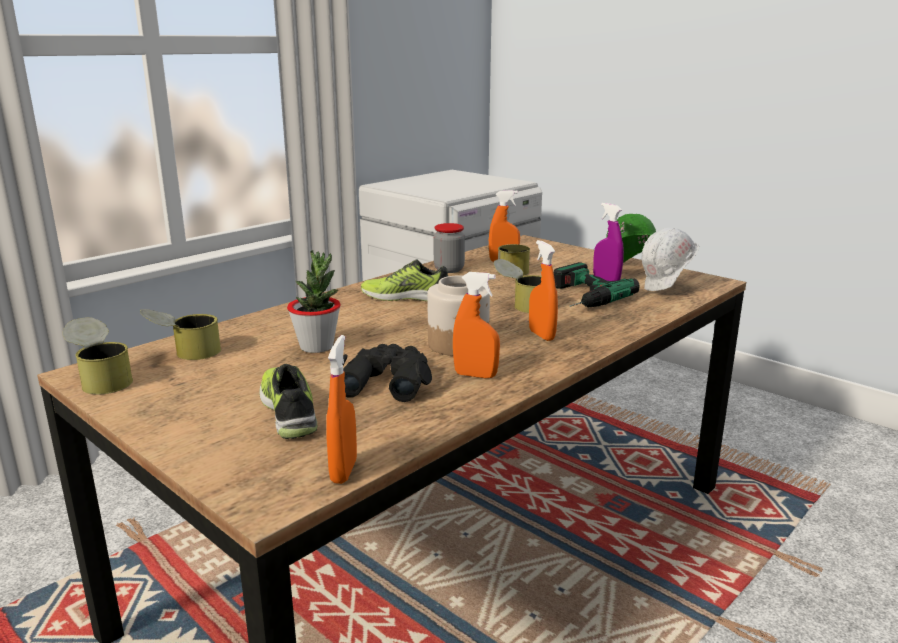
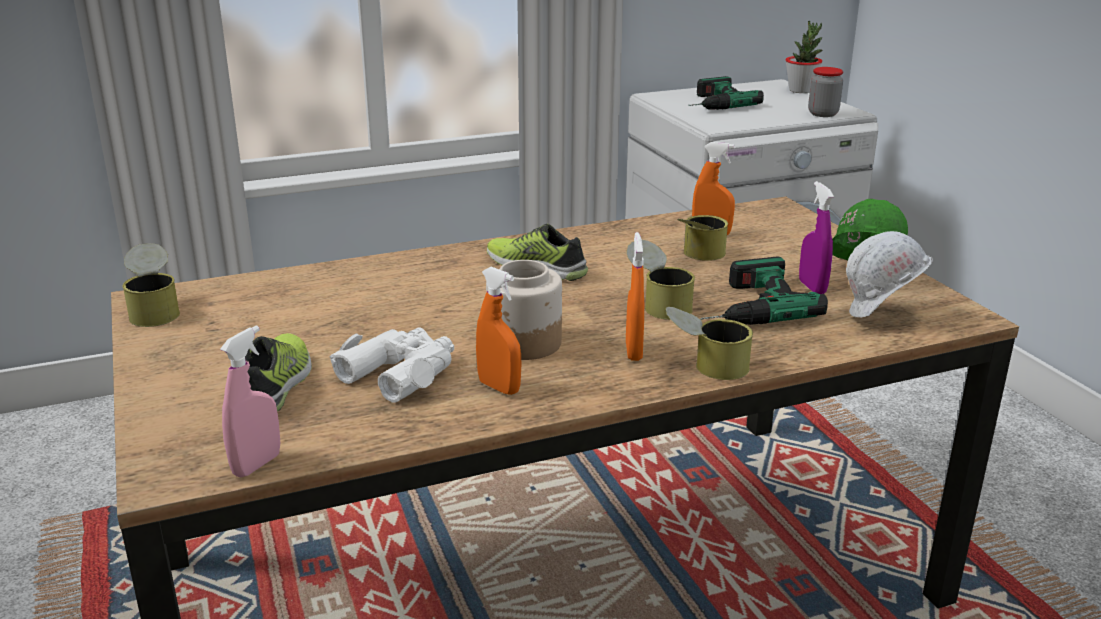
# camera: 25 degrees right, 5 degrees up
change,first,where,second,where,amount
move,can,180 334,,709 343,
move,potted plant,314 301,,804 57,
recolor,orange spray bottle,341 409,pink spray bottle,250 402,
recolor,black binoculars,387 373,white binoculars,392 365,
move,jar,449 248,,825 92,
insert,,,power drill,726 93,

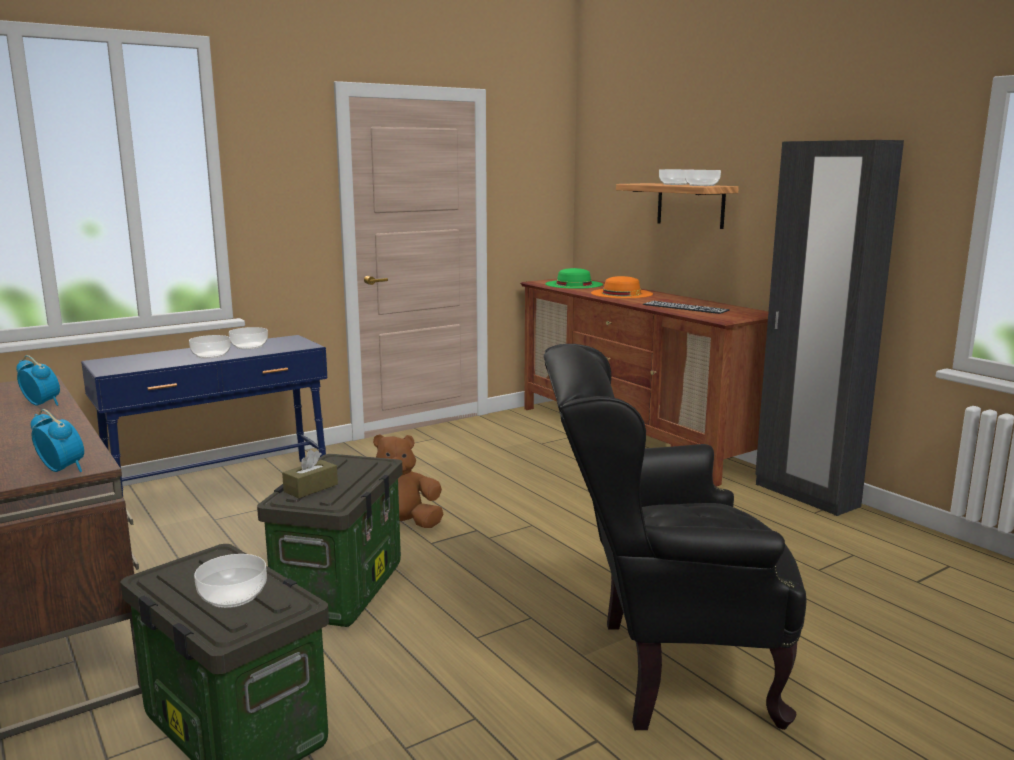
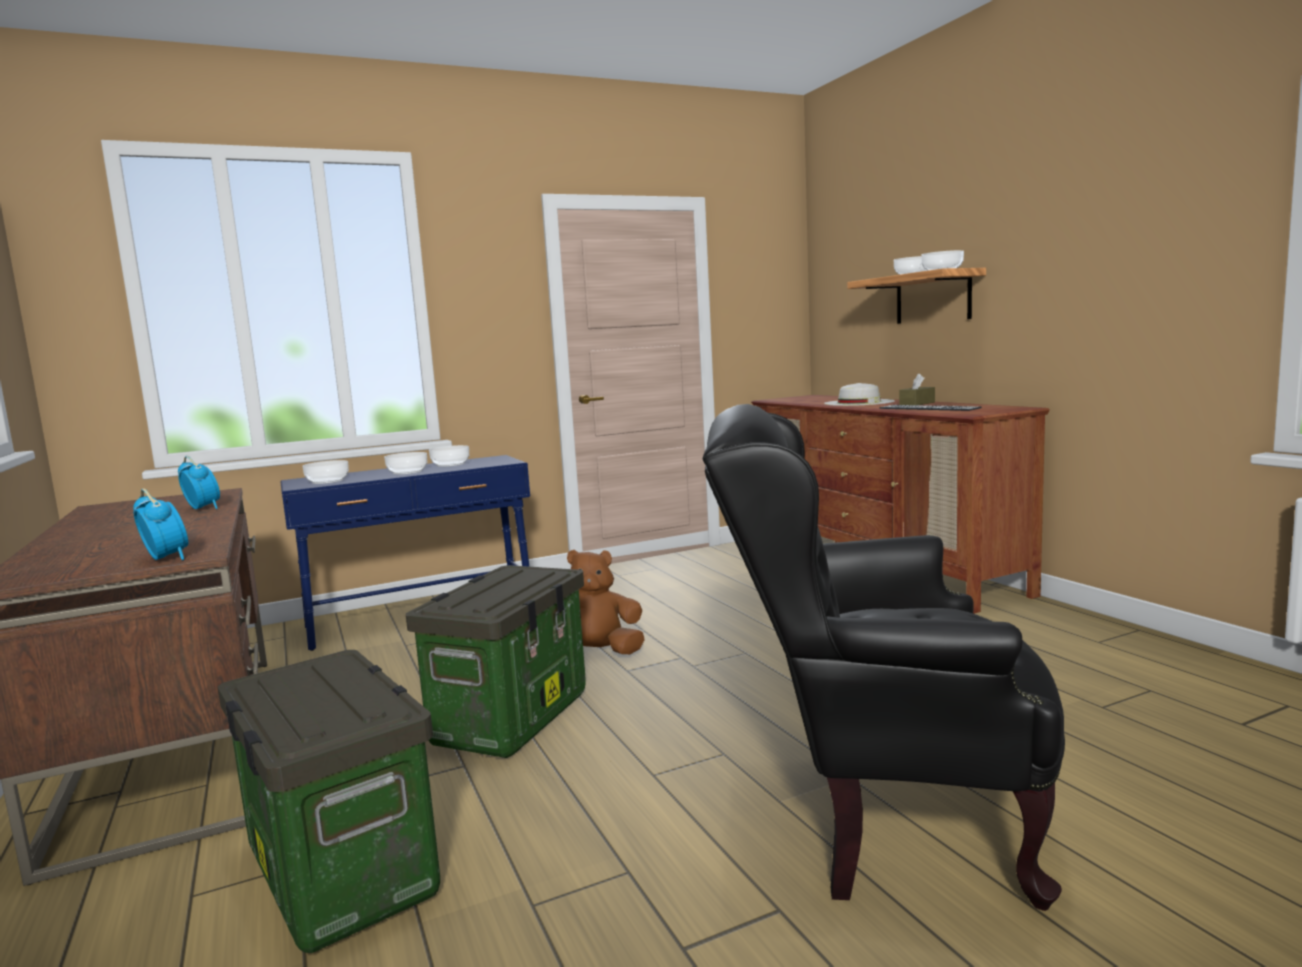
# camera: 10 degrees right, 5 degrees down
change,first,where,second,where,amount
move,bowl,230 581,,326 472,
move,brown tissue box,310 474,,917 389,
delete,green hat,574 278,,,
recolor,orange hat,622 287,white hat,859 394,
delete,black wardrobe,829 328,,,

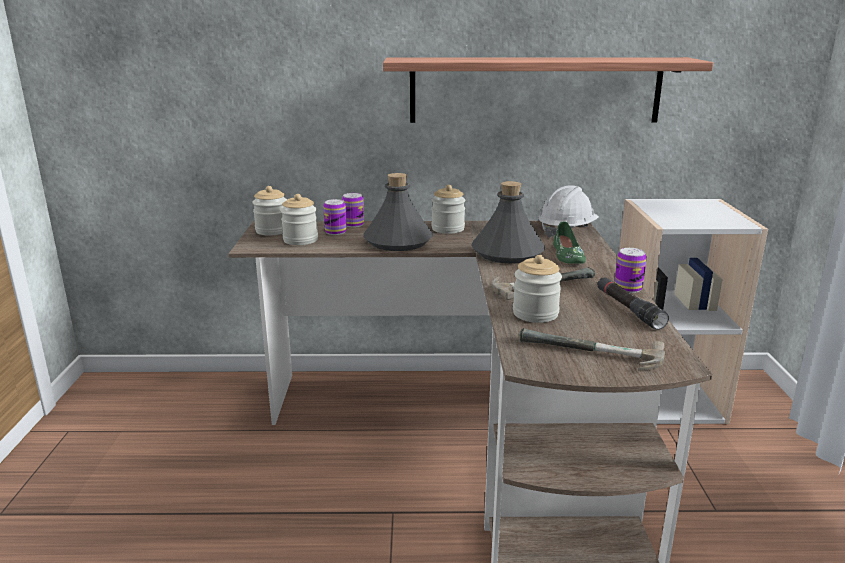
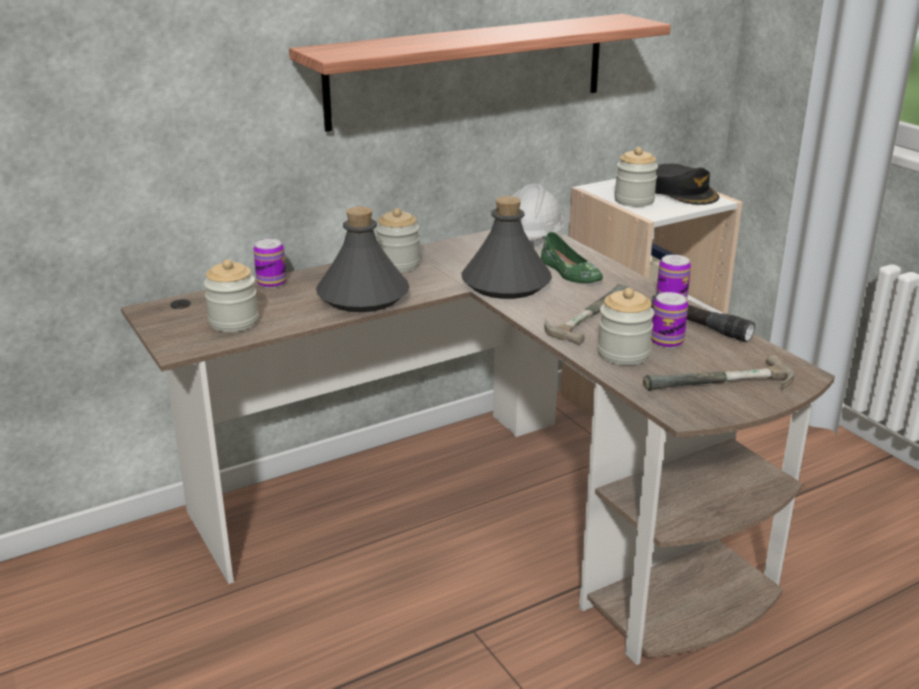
# camera: 30 degrees left, 5 degrees up
change,first,where,second,where,amount
move,jar,269 210,,636 177,
move,can,335 217,,669 320,
insert,,,black cap,687 184,

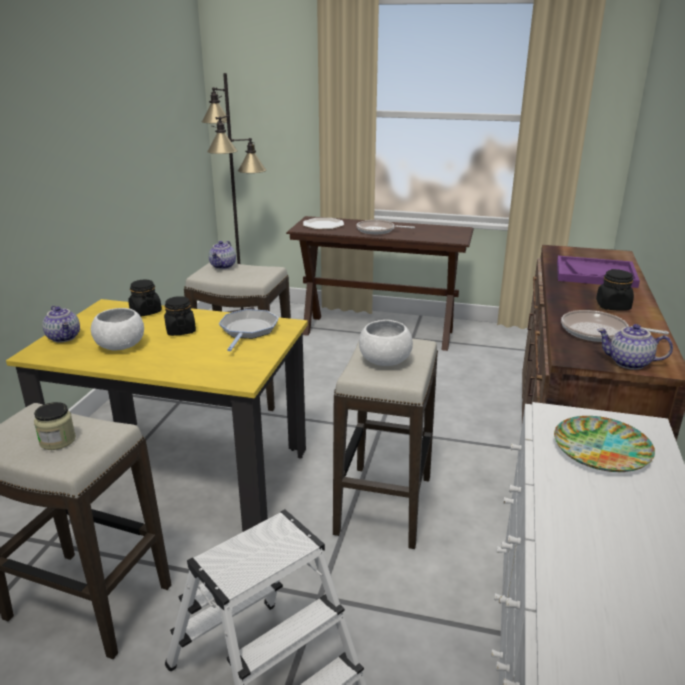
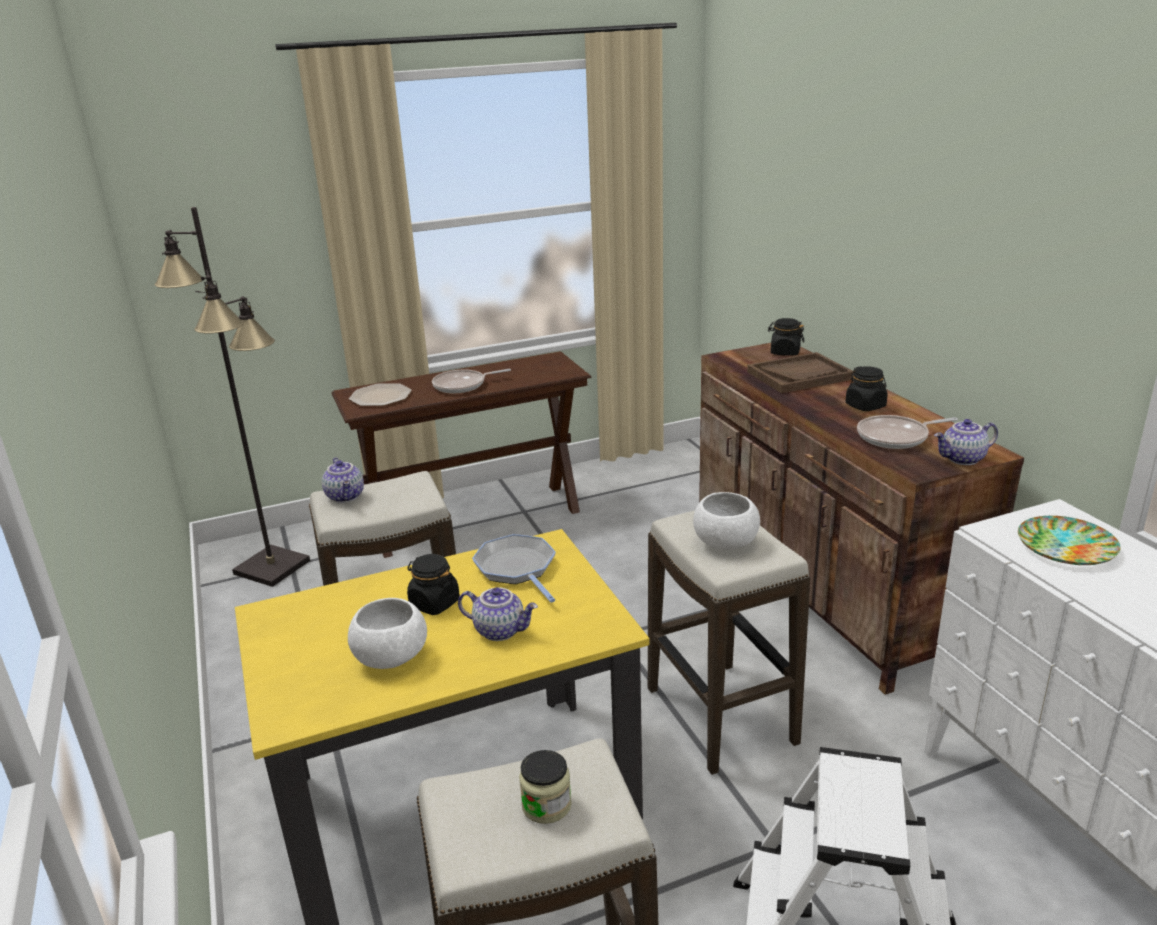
# camera: 35 degrees left, 0 degrees up
change,first,where,second,where,amount
move,teapot,61 324,,498 614,
move,black jar,145 298,,786 337,
recolor,purple tray,598 272,brown tray,800 372,

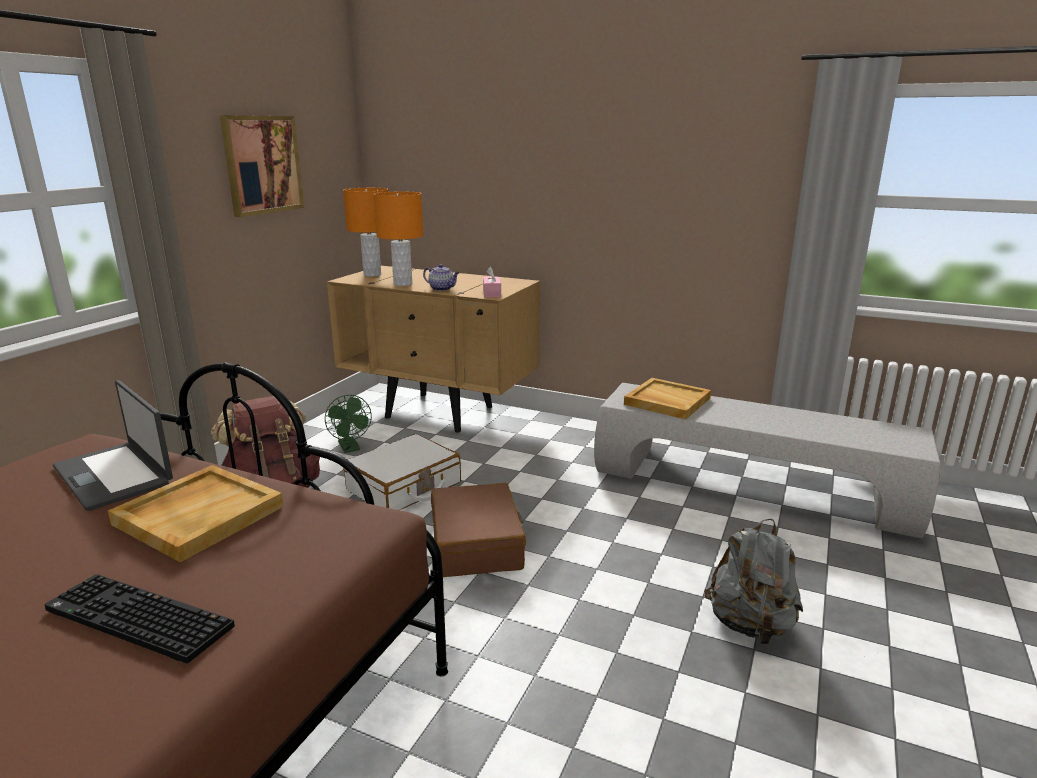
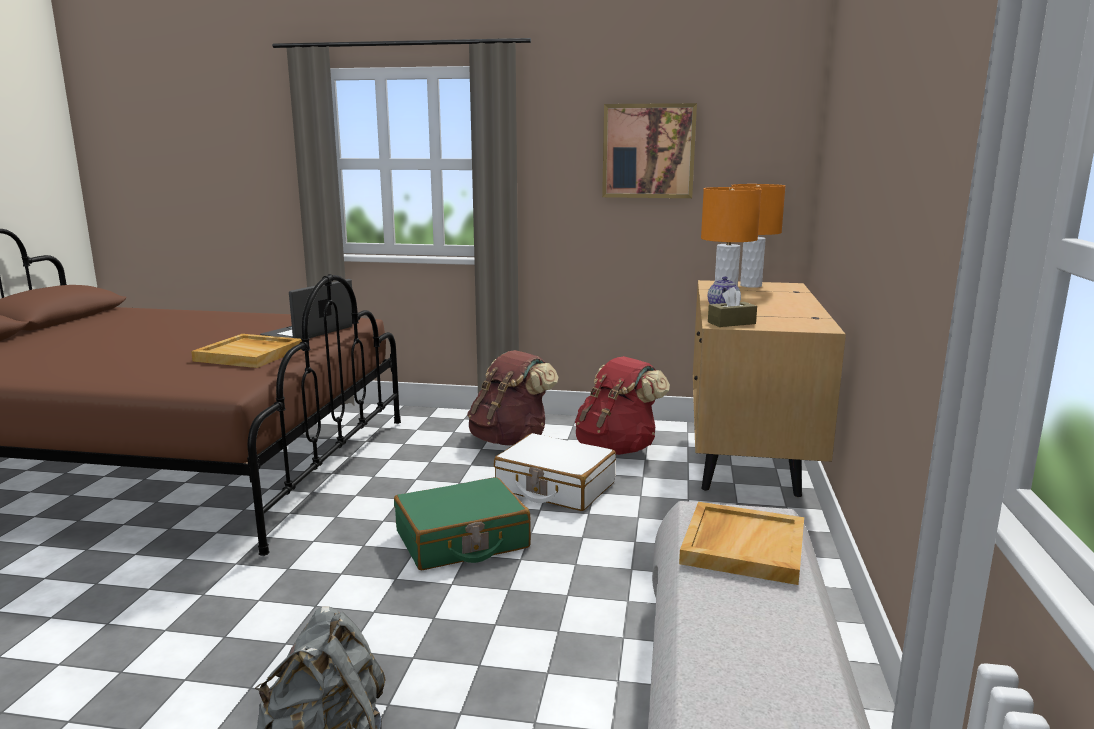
# camera: 75 degrees right, 5 degrees down
change,first,where,second,where,amount
delete,keyboard,139 618,,,
replace,green fan,348 424,red backpack,622 405,
recolor,brown suitcase,478 530,green suitcase,462 523,
recolor,pink tissue box,492 282,brown tissue box,732 307,

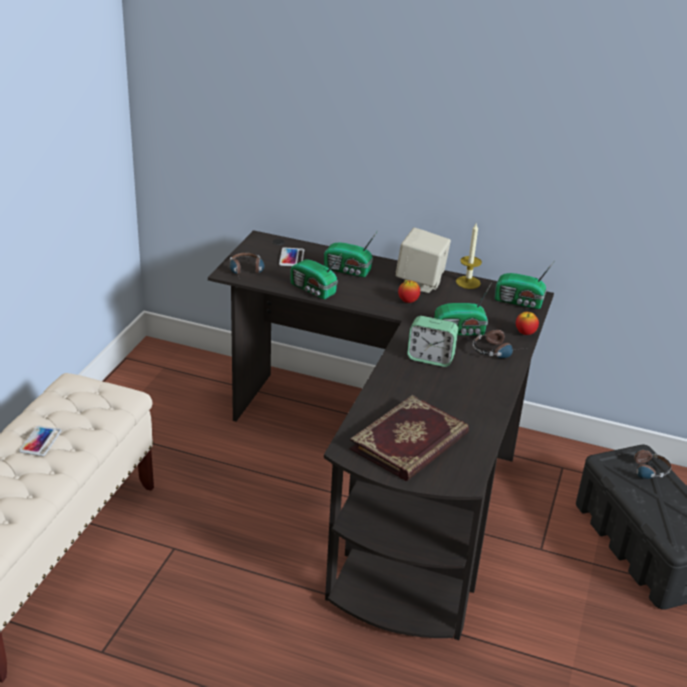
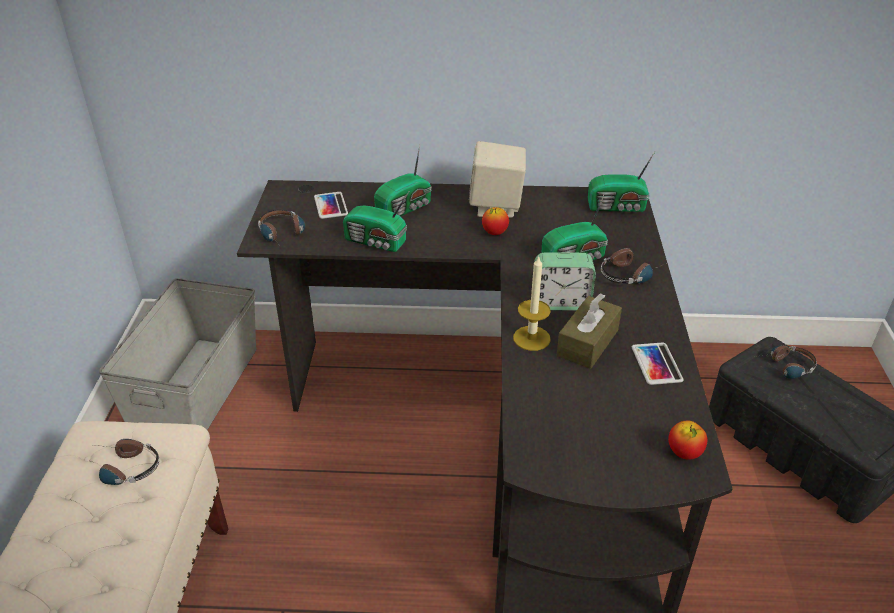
# camera: 15 degrees left, 5 degrees up
change,first,where,second,where,amount
move,phone,40 440,,658 363,
rotate,radio,351 254,,403 180,45 degrees counterclockwise
delete,book,409 438,,,
move,candle,469 256,,532 303,
move,apple,527 323,,687 440,
insert,,,headphones,125 462,
insert,,,grey storage box,177 354,
insert,,,brown tissue box,589 331,

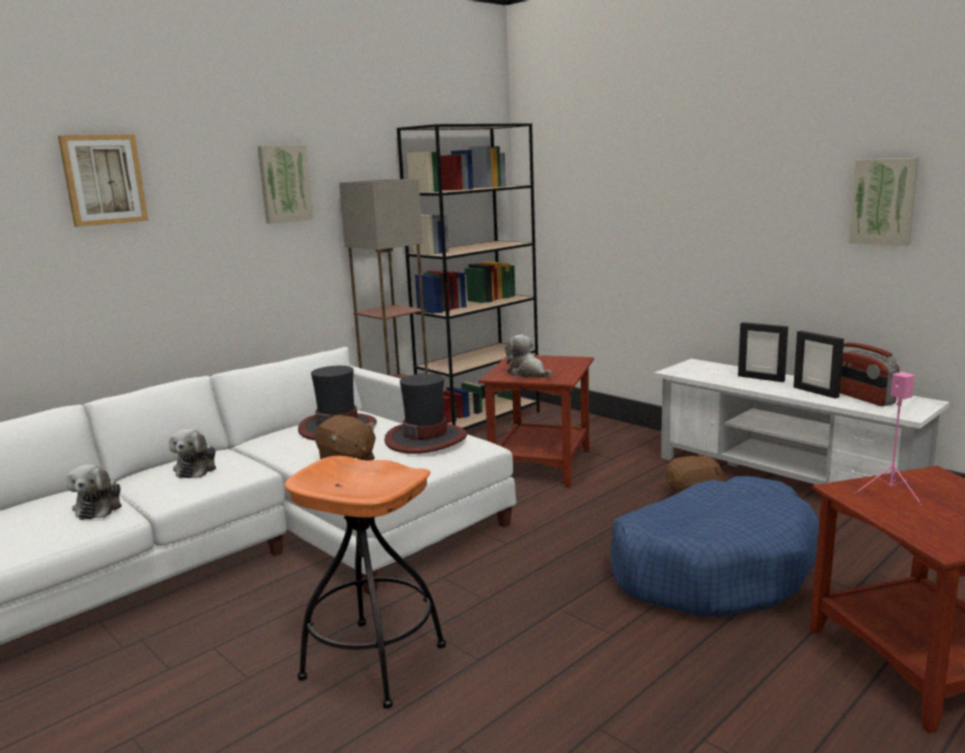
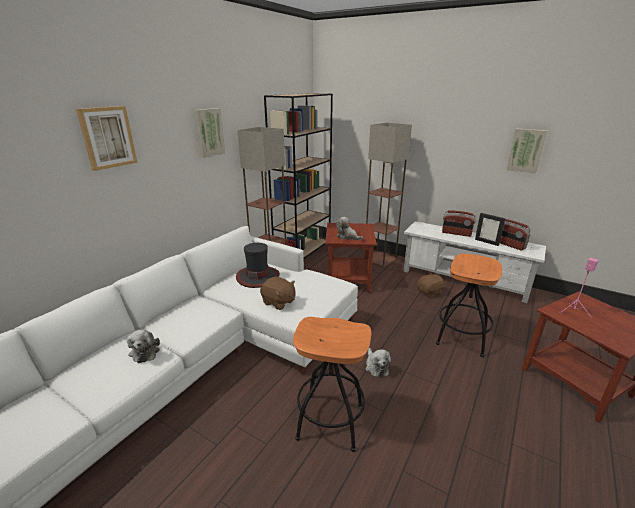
# camera: 15 degrees left, 10 degrees up
change,first,where,second,where,amount
move,plush toy,192 453,,378 362,
delete,hat,425 413,,,
replace,blue dog bed,714 546,orange stool,469 305,
replace,picture frame,763 352,radio,459 224,
insert,,,floor lamp,388 195,

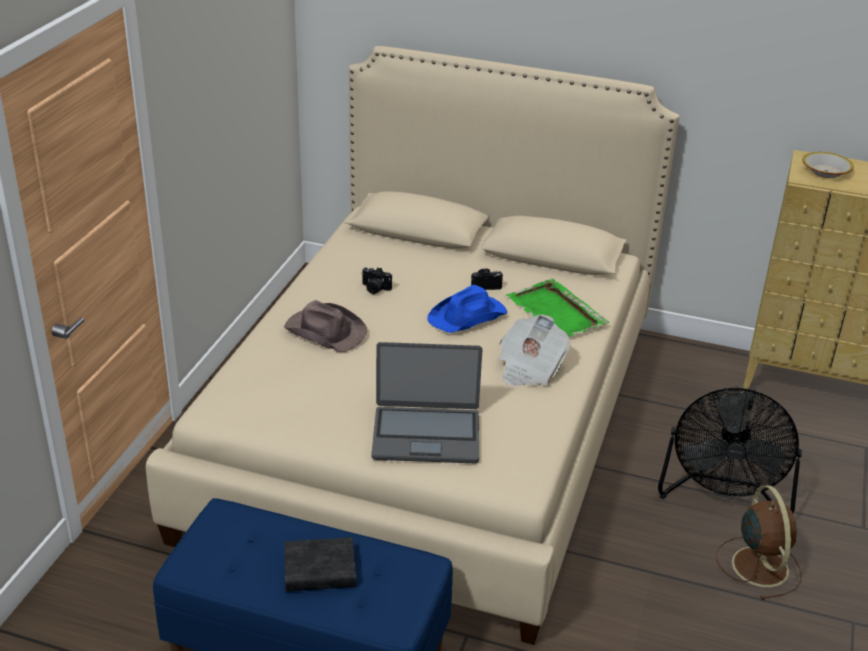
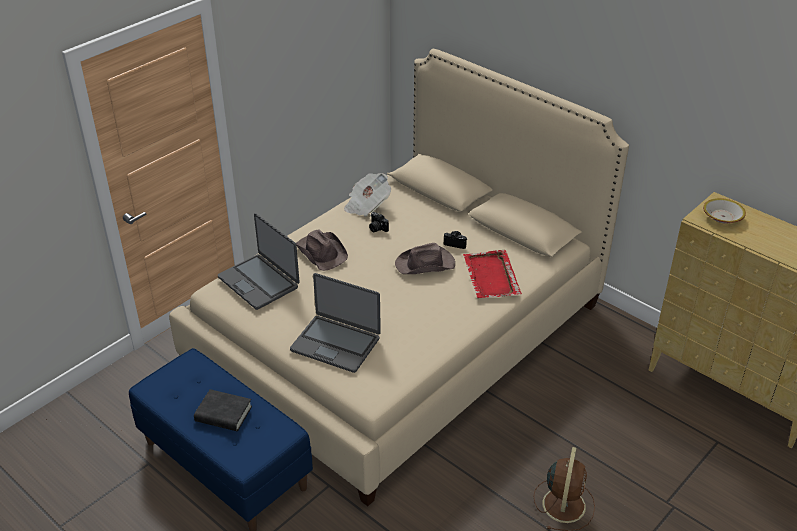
# camera: 25 degrees right, 5 degrees up
change,first,where,second,where,amount
recolor,blue hat,467 309,brown hat,425 258,
move,newspaper,534 350,,367 195,
recolor,green tray,558 308,red tray,492 274,
delete,black fan,730 450,,,
insert,,,laptop,258 261,

